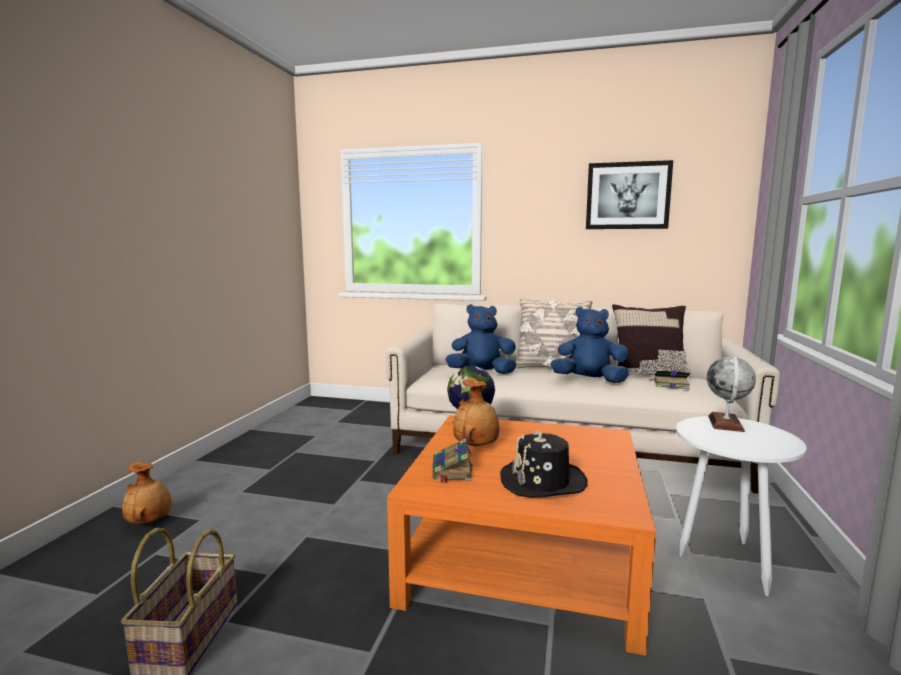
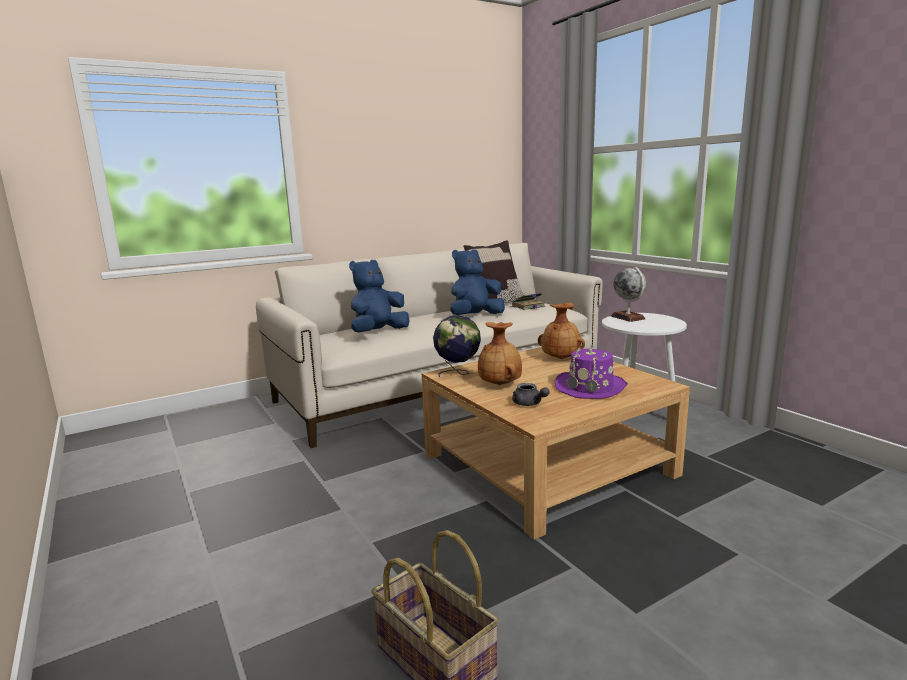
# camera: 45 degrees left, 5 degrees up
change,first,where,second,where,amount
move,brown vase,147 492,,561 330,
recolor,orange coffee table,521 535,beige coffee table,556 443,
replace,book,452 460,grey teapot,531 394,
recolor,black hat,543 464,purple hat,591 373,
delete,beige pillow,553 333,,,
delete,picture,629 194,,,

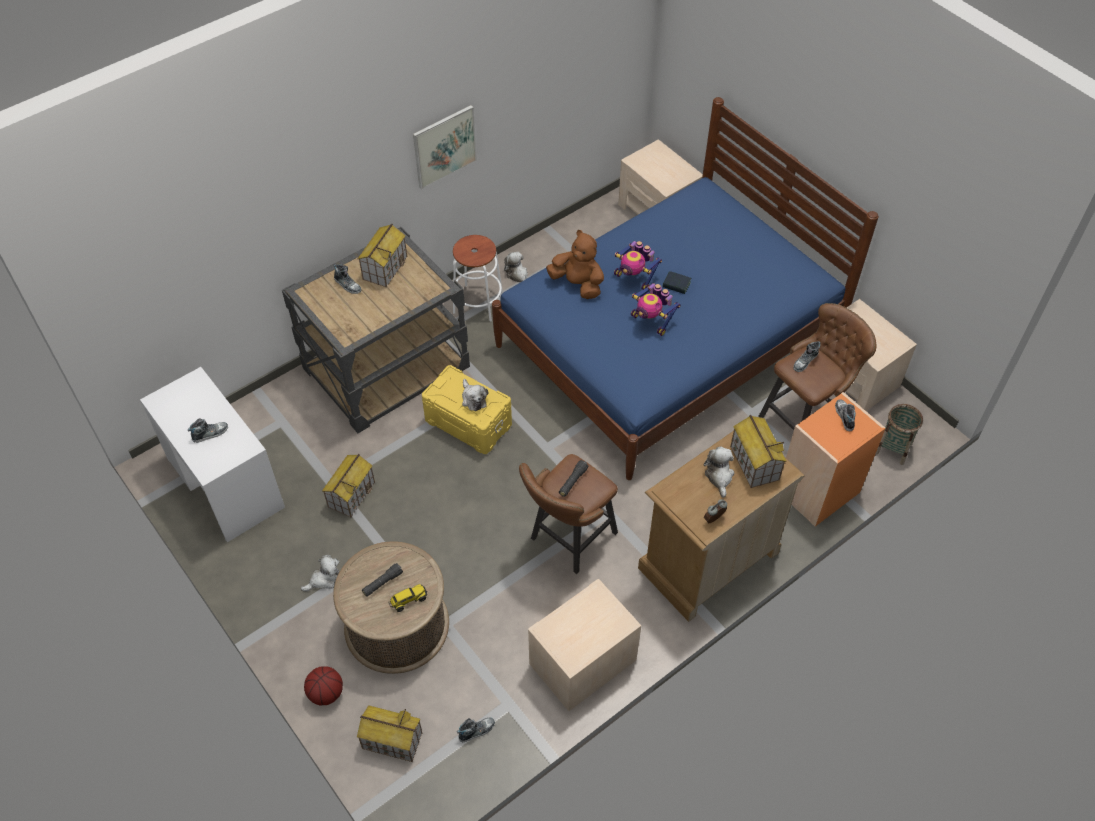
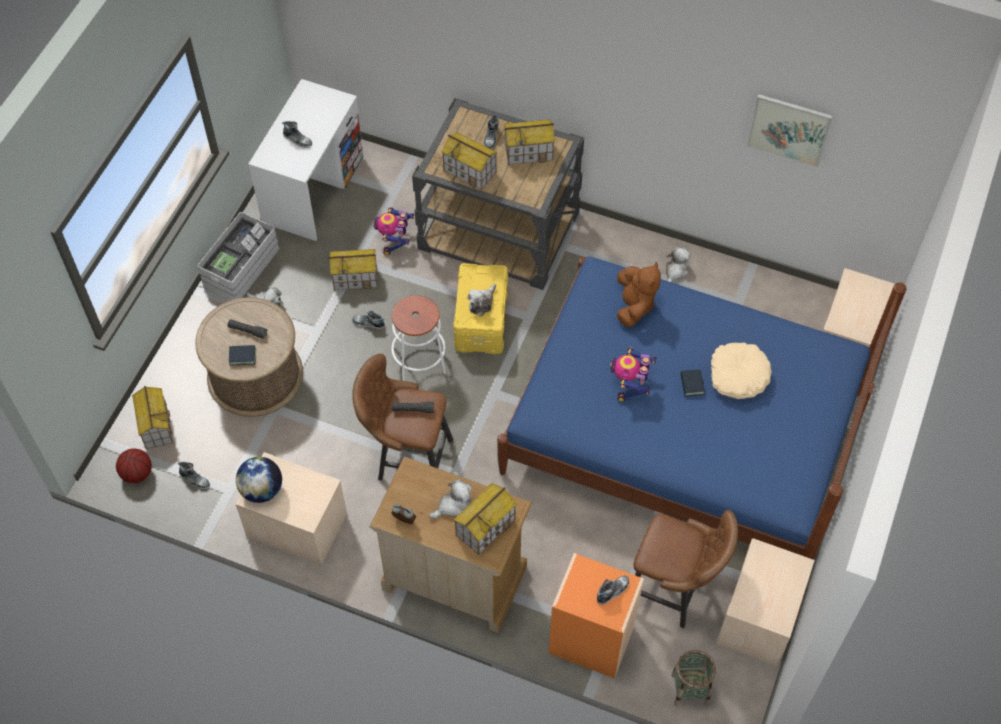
# camera: 60 degrees right, 5 degrees up
change,first,where,second,where,amount
move,basketball,323 685,,134 465,
replace,toy truck,407 598,book,242 355,
move,picture,445 147,,789 130,
move,white stool,478 278,,418 338,
move,toy robot,638 265,,393 231,
move,shoe,807 357,,368 320,
insert,,,grey storage box,238 256,
insert,,,globe,259 480,
insert,,,toy house,469 161,
insert,,,beige pillow,741 371,

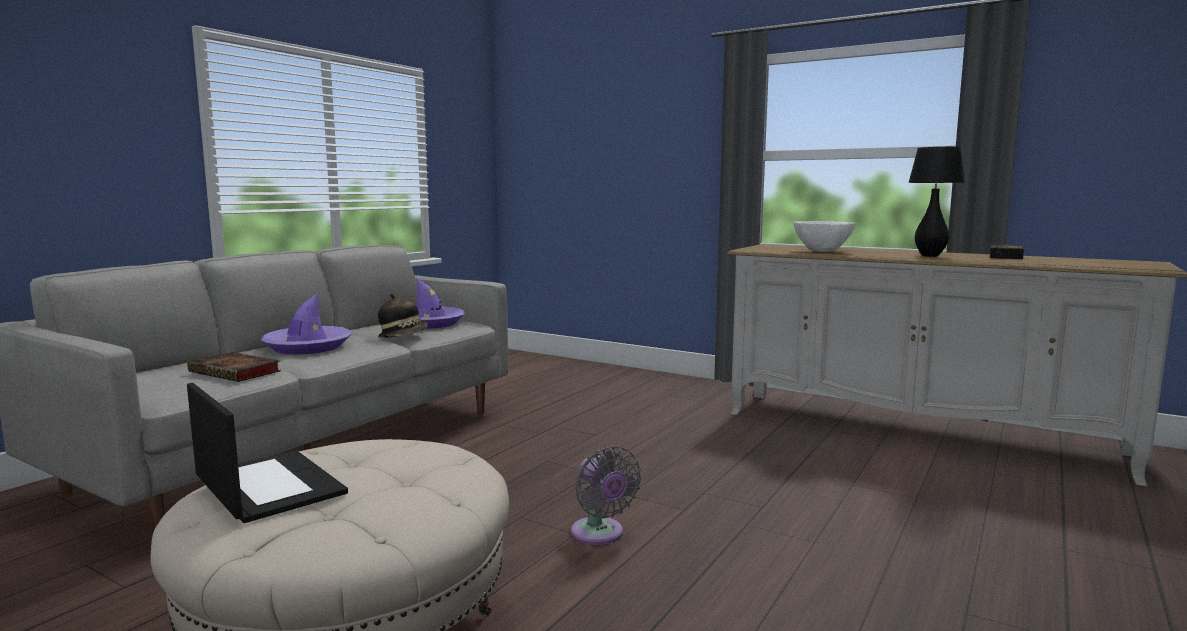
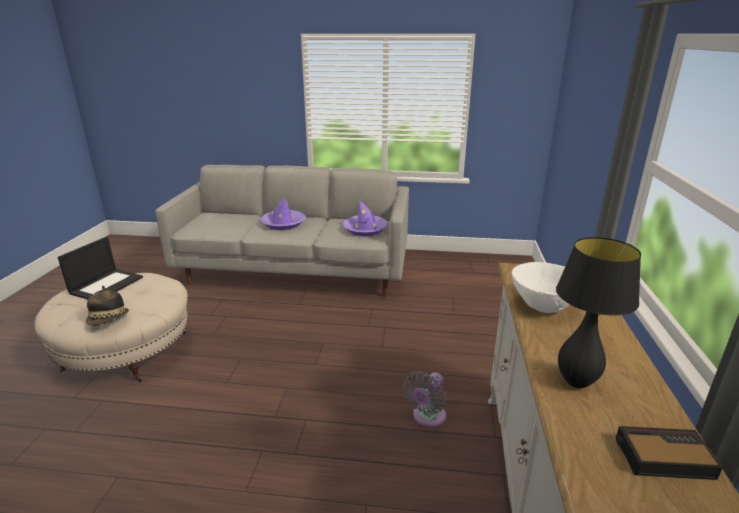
# camera: 65 degrees right, 15 degrees up
change,first,where,second,where,amount
delete,book,234 367,,,
move,hat,403 316,,107 306,
move,grey fan,606 495,,424 399,

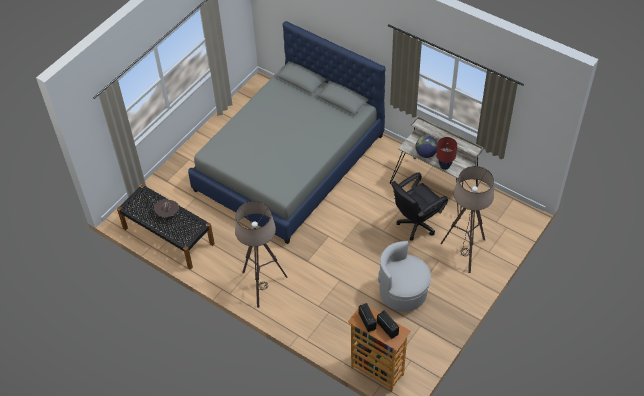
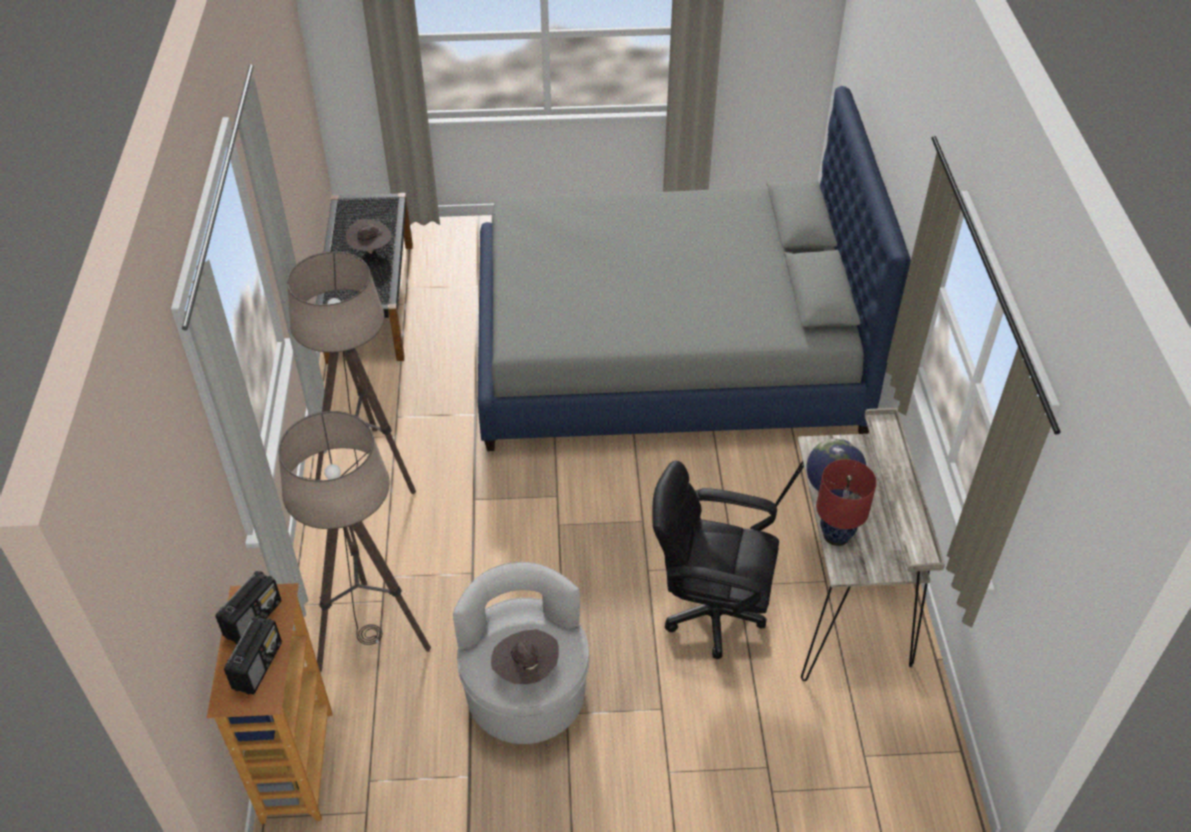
# camera: 50 degrees right, 5 degrees down
change,first,where,second,where,amount
move,floor lamp,467 219,,354 541,
insert,,,brown hat,525 656,

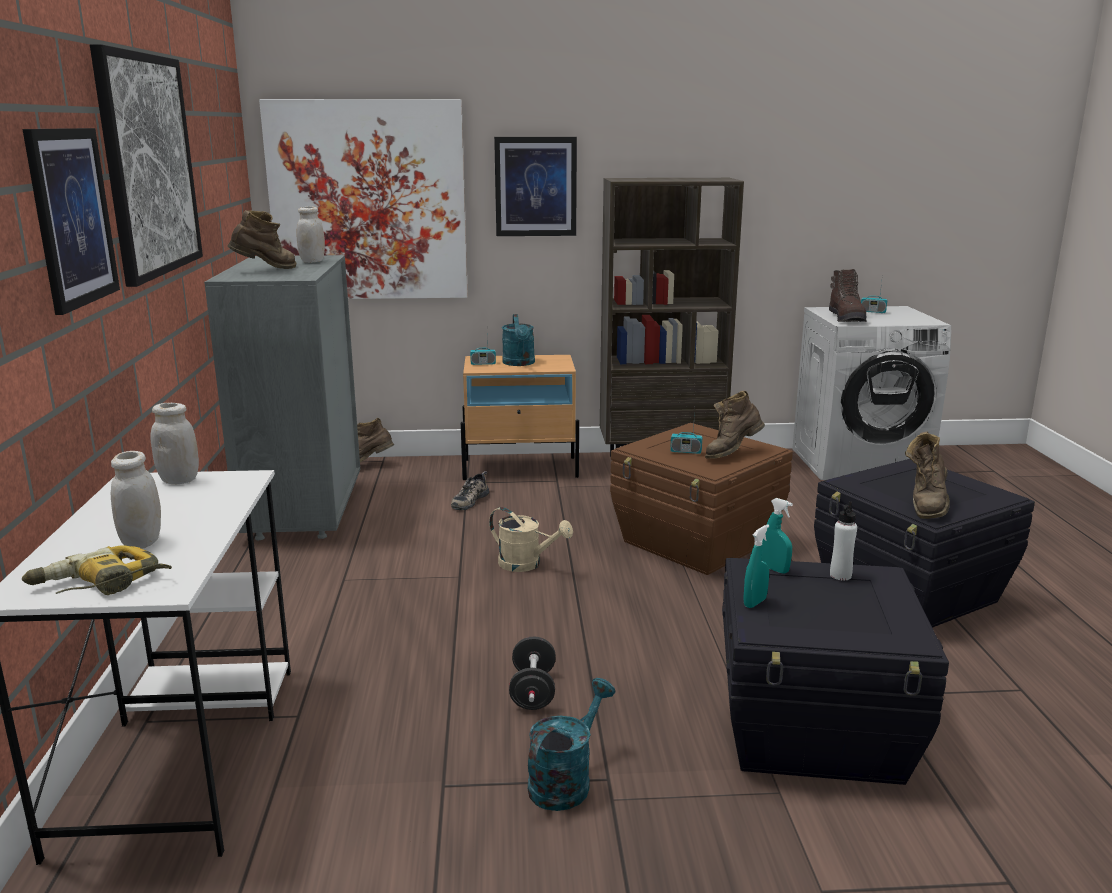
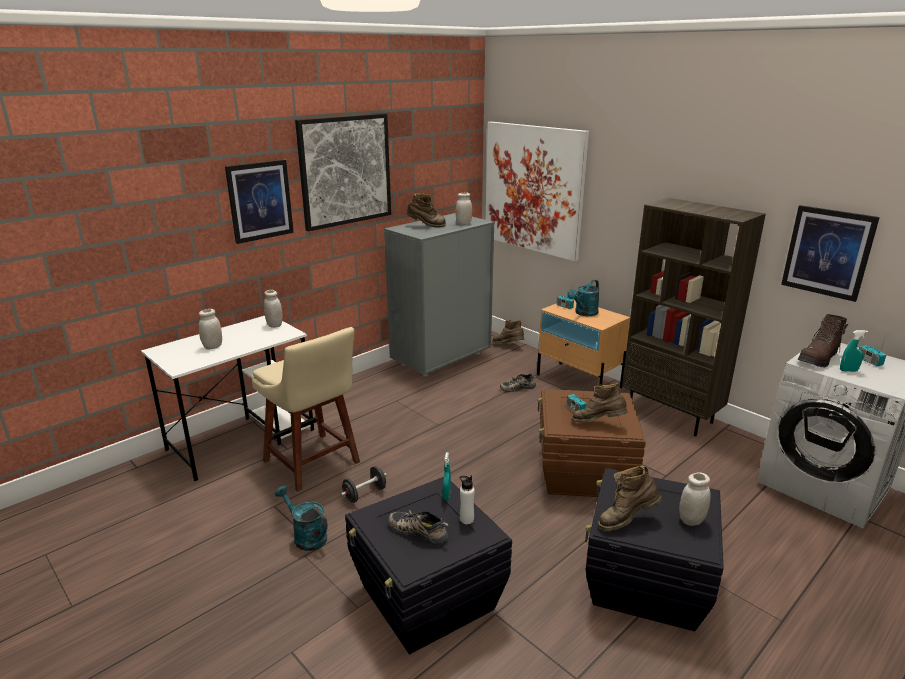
# camera: 50 degrees right, 5 degrees up
change,first,where,second,where,amount
delete,power drill,97 570,,,
delete,beige watering can,531 539,,,
move,picture,535 186,,830 253,
rotate,turquoise watering can,571 744,,301 518,135 degrees counterclockwise
move,turquoise spray bottle,756 566,,854 351,
insert,,,beige stool,306 409,
insert,,,shoe,419 528,
insert,,,white jar,695 499,

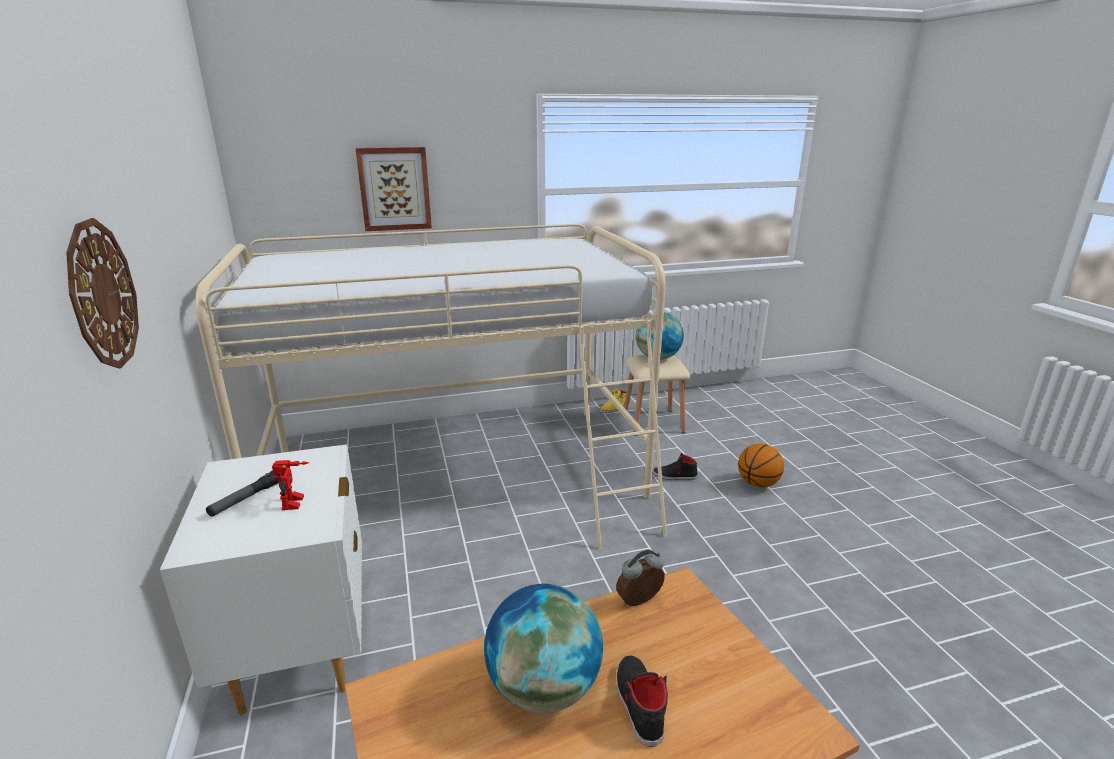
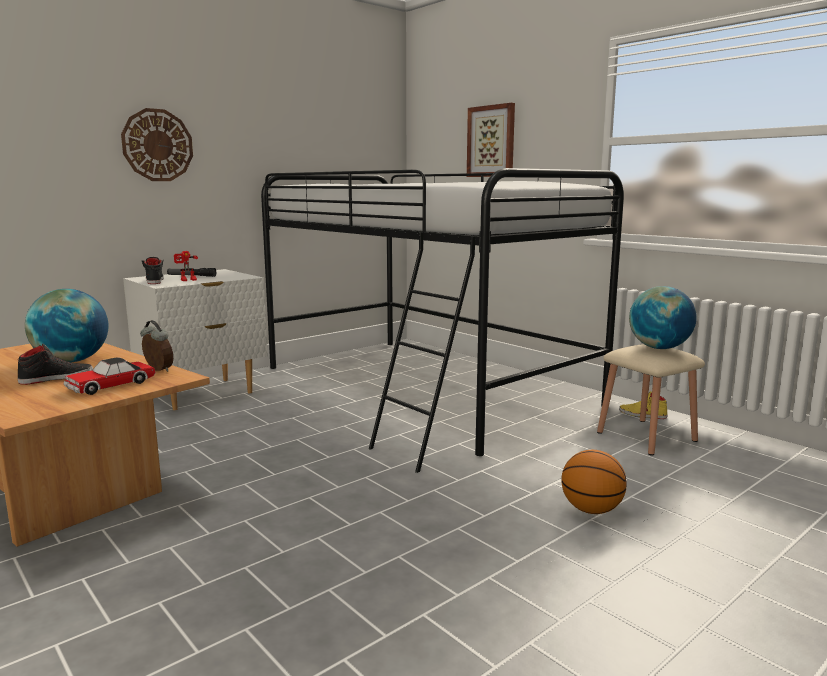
# camera: 65 degrees right, 10 degrees down
change,first,where,second,where,amount
recolor,beige bed,431 386,black bed,442 320,
move,black shoe,675 466,,153 270,
insert,,,toy car,109 376,

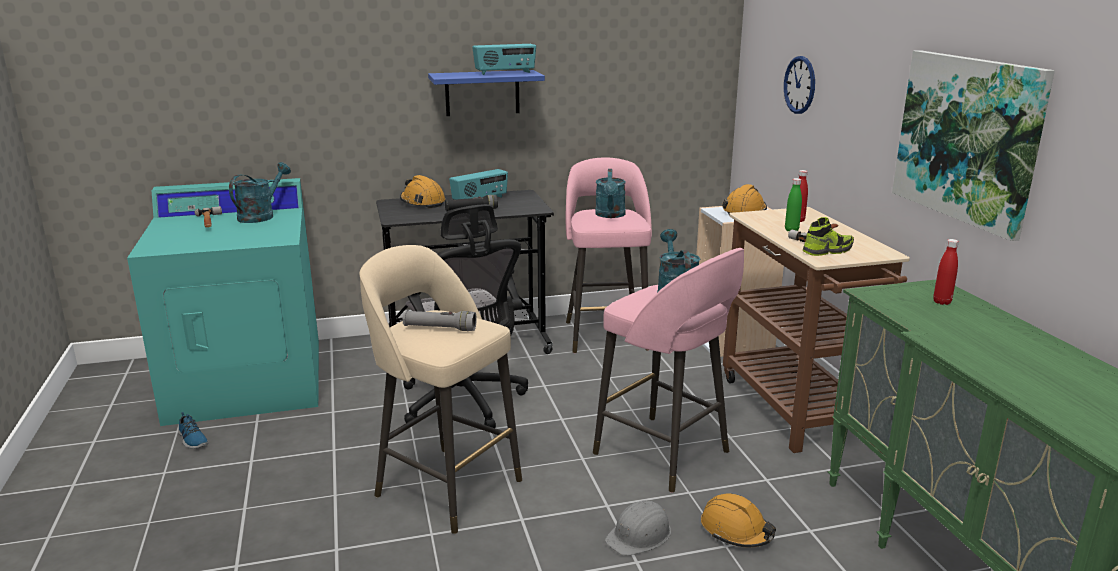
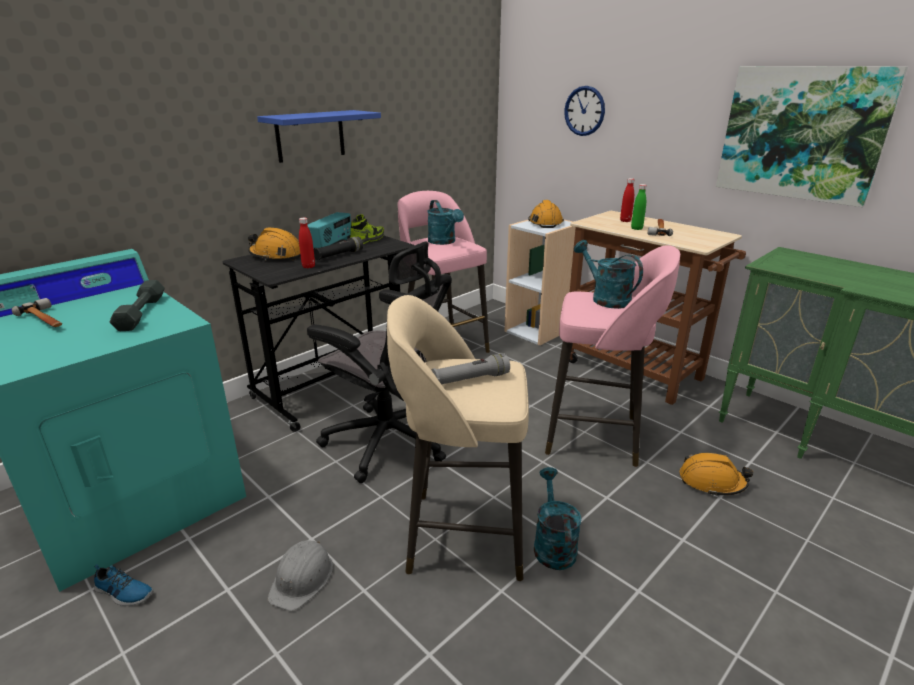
# camera: 30 degrees left, 5 degrees up
change,first,where,second,where,amount
move,turquoise watering can,260 192,,558 518,
delete,radio,504 59,,,
move,grey hard hat,638 528,,300 575,
move,shoe,828 236,,367 229,
move,red bottle,946 272,,307 243,
insert,,,grey dumbbell,137 305,

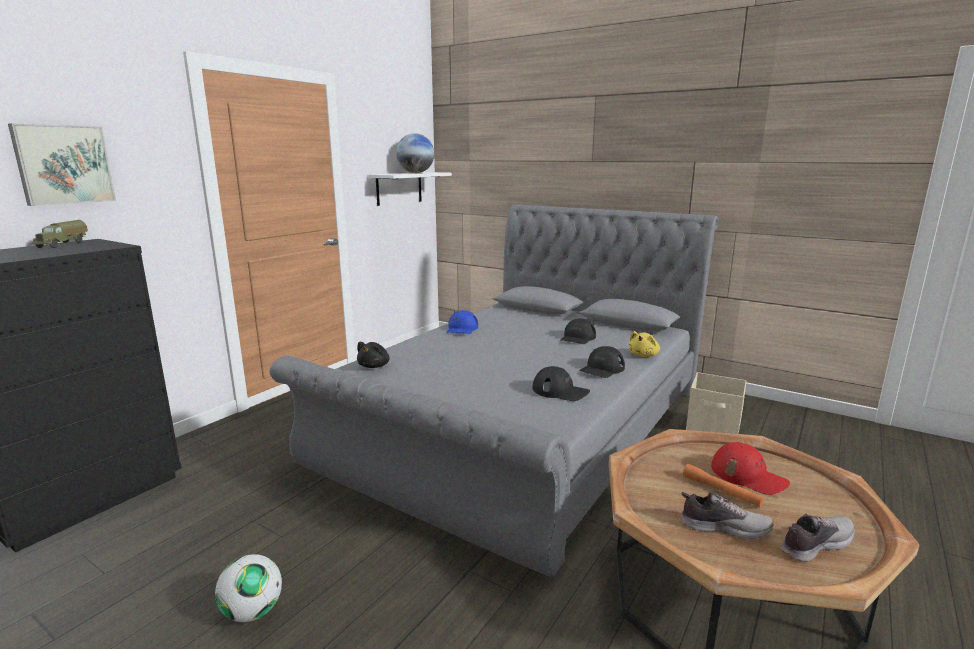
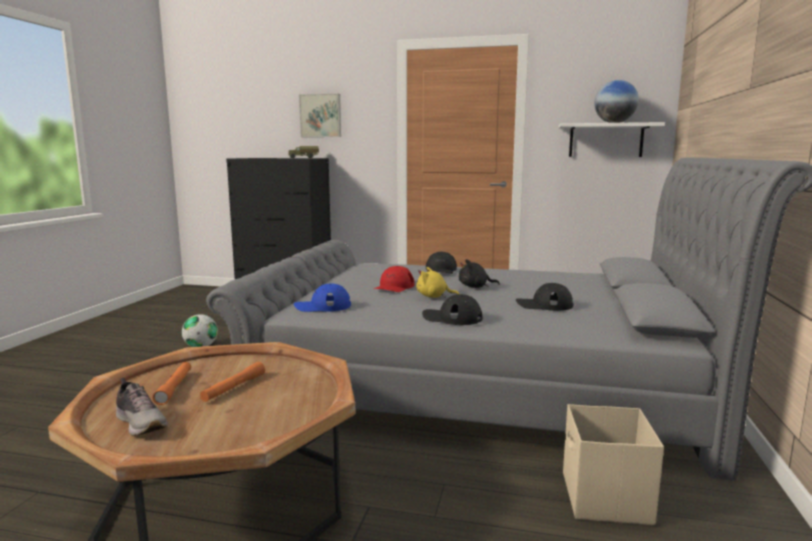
# camera: 70 degrees right, 5 degrees down
change,first,where,second,where,amount
move,black plush toy,373 355,,479 273,
move,blue cap,462 322,,322 297,
move,black cap,561 383,,441 263,
move,yellow plush toy,644 344,,437 282,
replace,shoe,727 515,orange flashlight,172 383,
move,red cap,750 468,,394 279,

